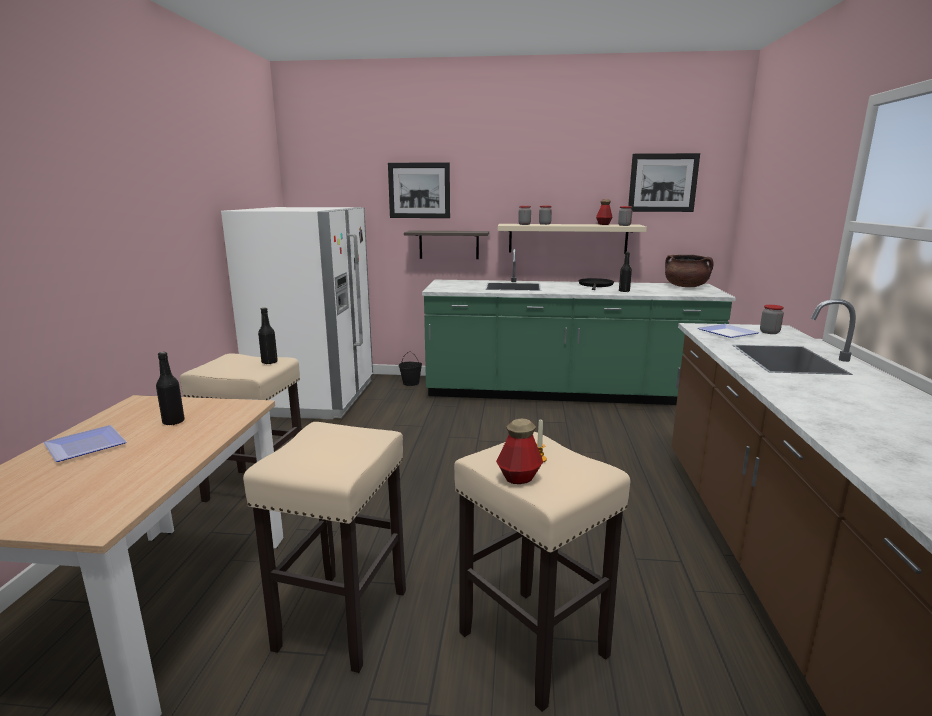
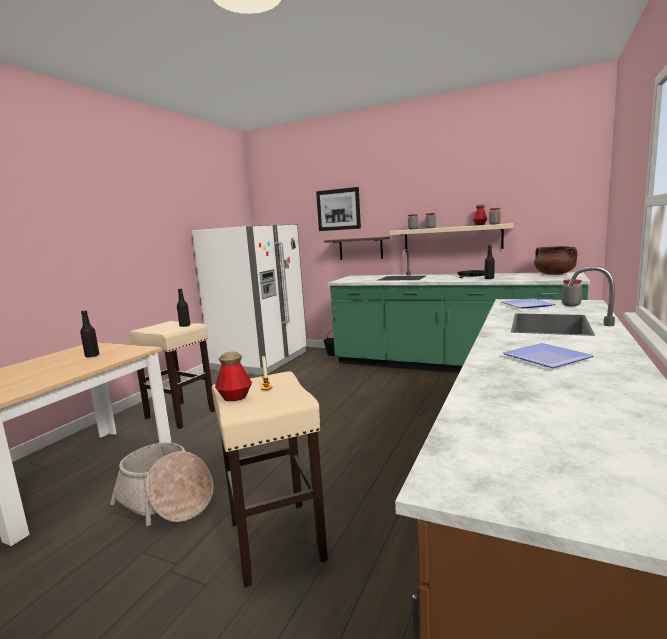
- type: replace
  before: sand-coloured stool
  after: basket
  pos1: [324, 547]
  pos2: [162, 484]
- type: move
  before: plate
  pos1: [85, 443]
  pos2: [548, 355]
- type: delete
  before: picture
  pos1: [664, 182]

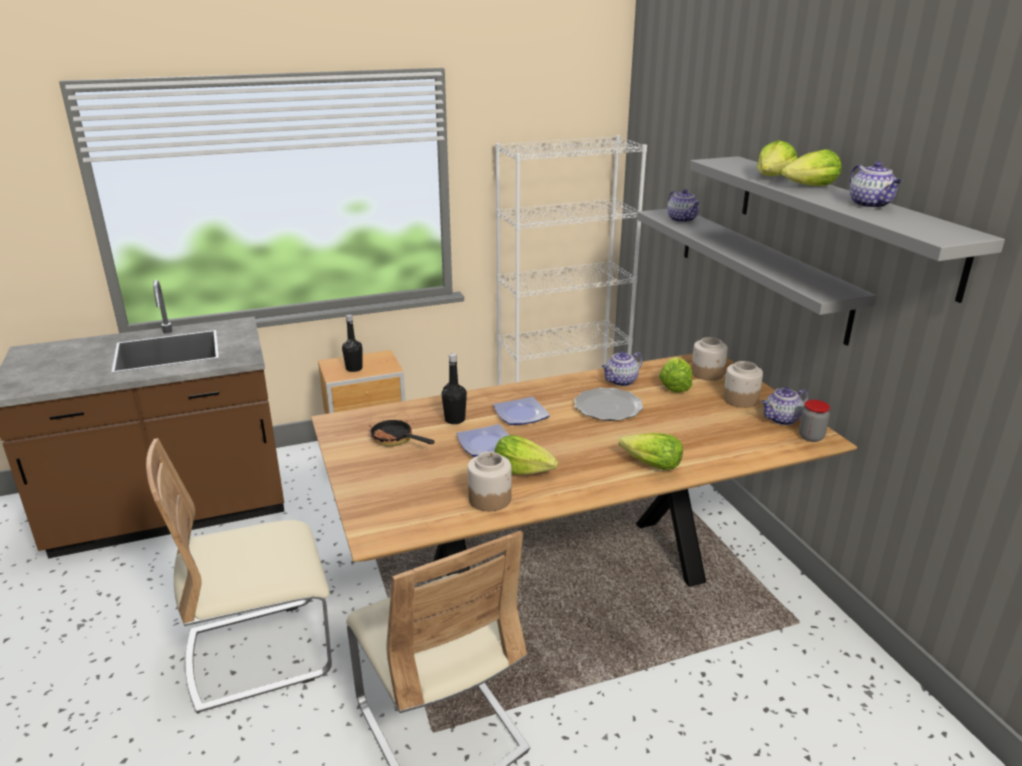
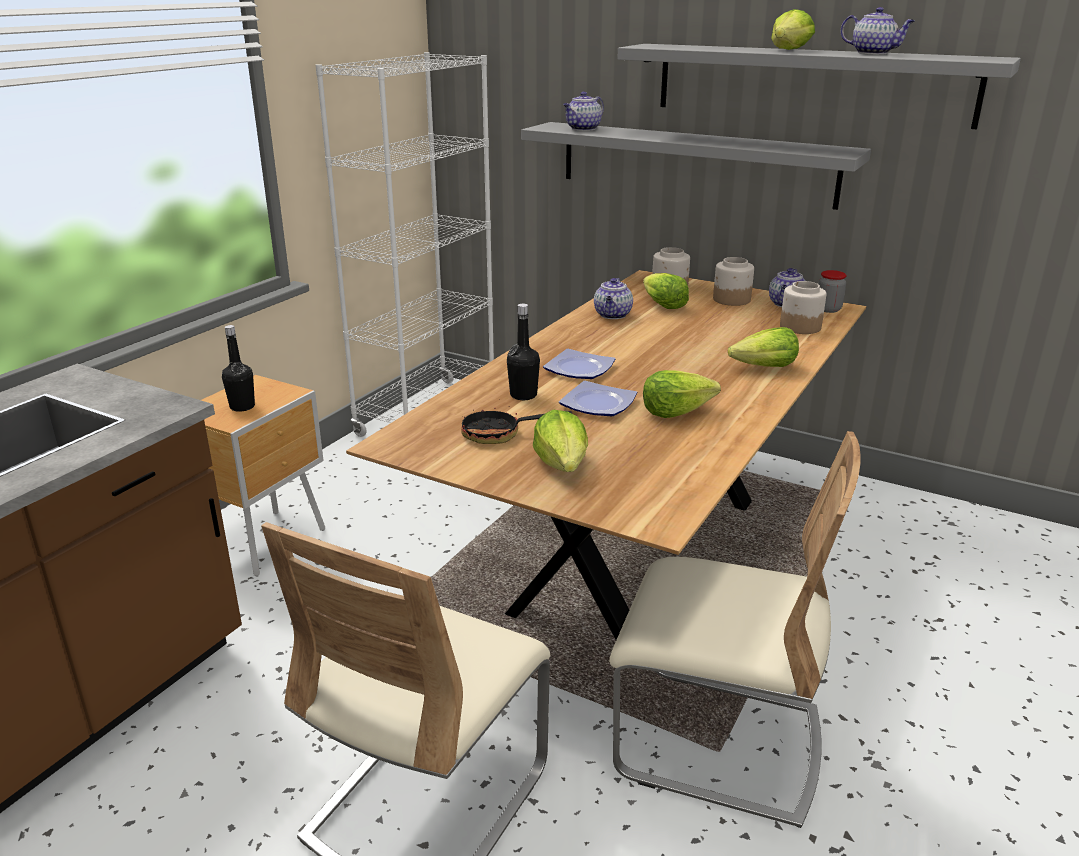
- type: move
  before: lettuce head
  pos1: [777, 158]
  pos2: [560, 441]
- type: rotate
  before: tea pot
  pos1: [683, 206]
  pos2: [583, 111]
  turn: 105
- type: move
  before: jar
  pos1: [489, 481]
  pos2: [803, 307]
- type: delete
  before: plate
  pos1: [608, 404]

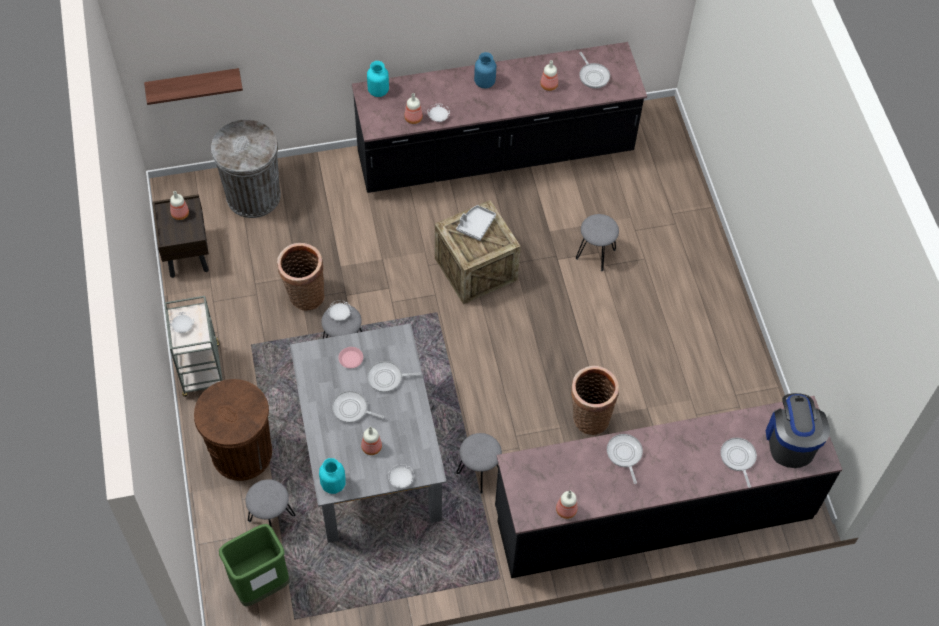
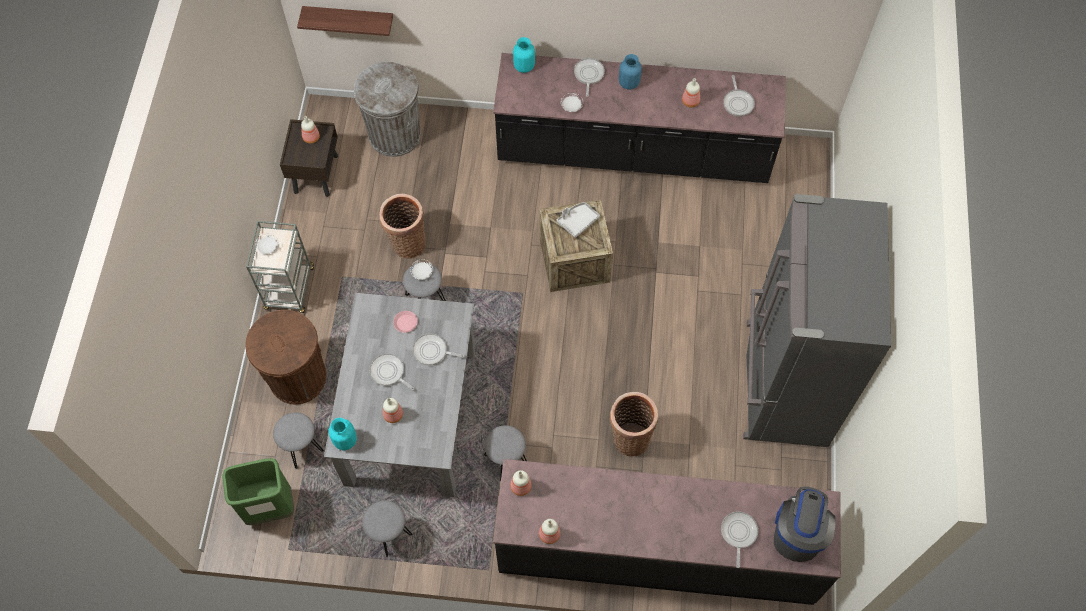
- type: move
  before: grey stool
  pos1: [597, 242]
  pos2: [387, 528]
- type: move
  before: beverage bottle
  pos1: [413, 108]
  pos2: [521, 483]
- type: move
  before: skillet
  pos1: [625, 459]
  pos2: [589, 77]
- type: insert
  after: grey refrigerator
  pos2: [817, 320]
- type: delete
  before: white plate
  pos1: [401, 476]

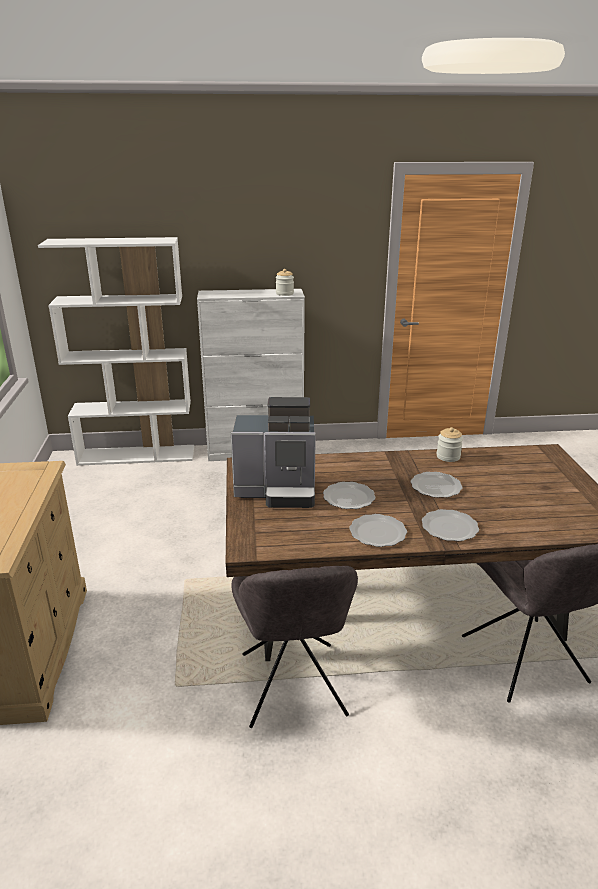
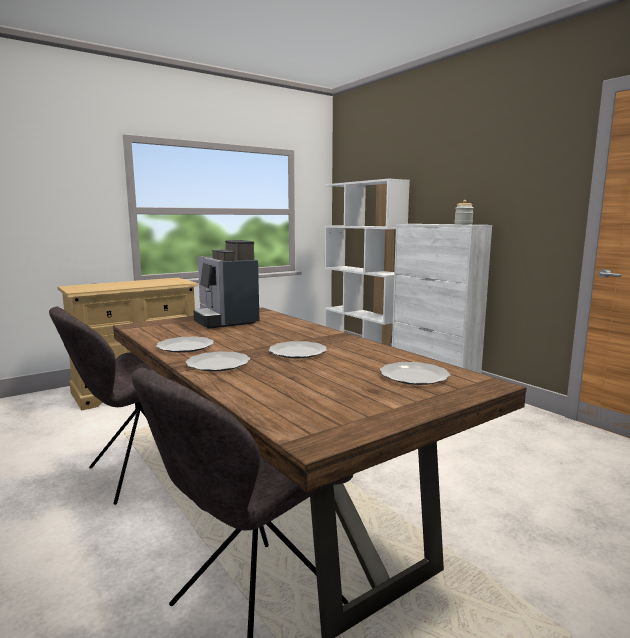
- type: move
  before: plate
  pos1: [349, 495]
  pos2: [415, 373]
- type: delete
  before: jar
  pos1: [450, 444]

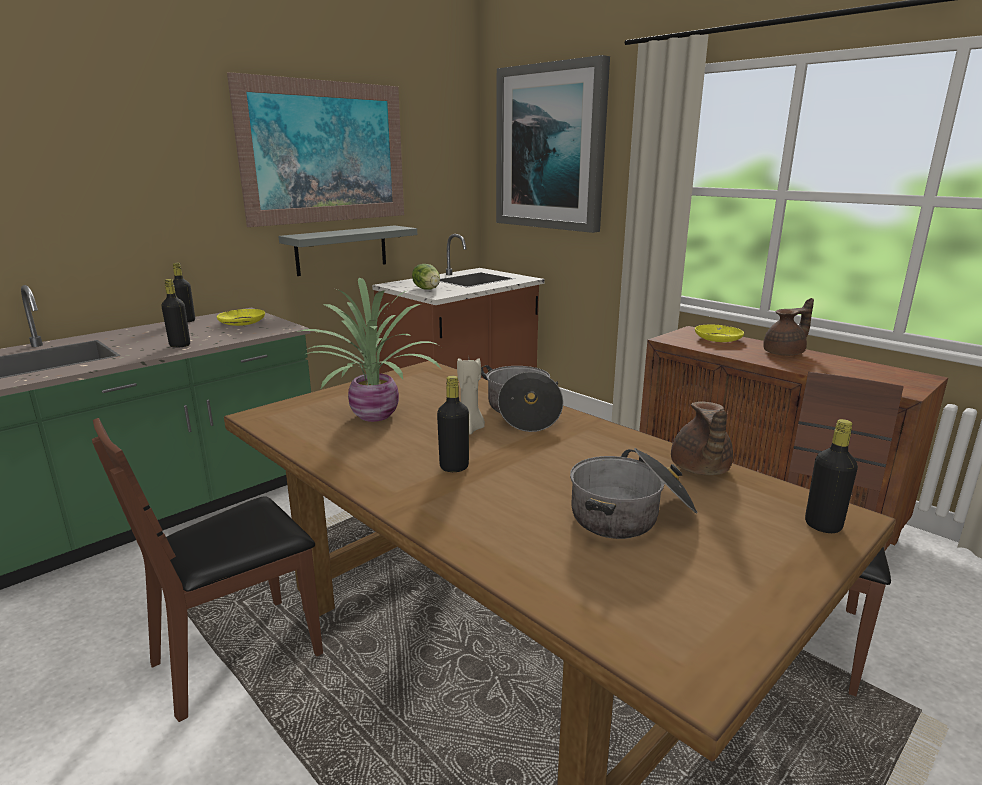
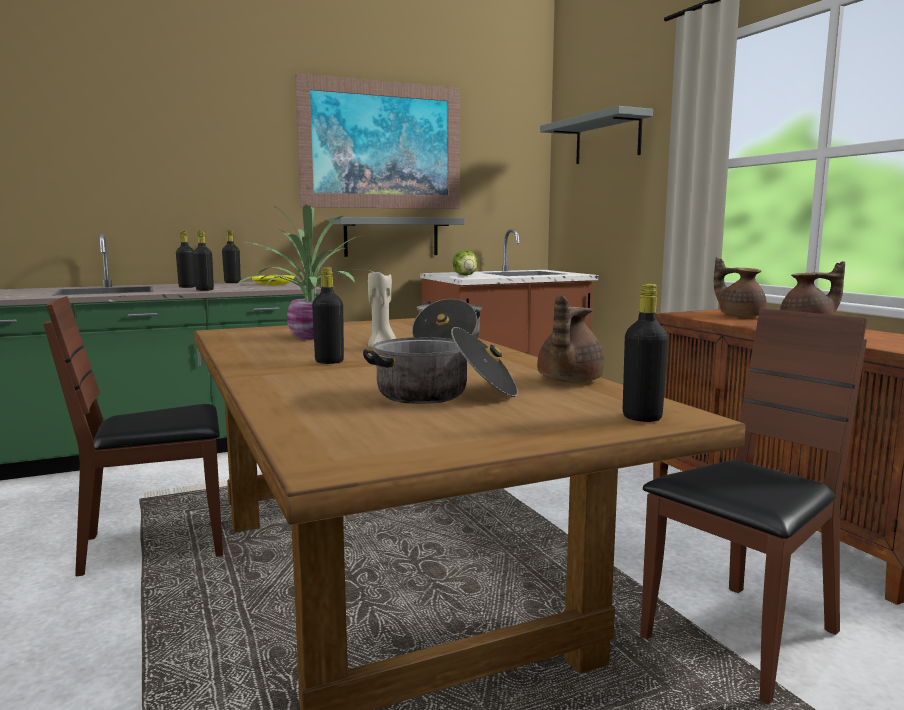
- type: insert
  after: black-coloured beverage bottle
  pos2: [186, 259]
- type: replace
  before: picture
  after: grey bracket shelf
  pos1: [553, 144]
  pos2: [596, 135]
- type: replace
  before: yellowish plate
  after: brown tea pot
  pos1: [719, 333]
  pos2: [740, 287]

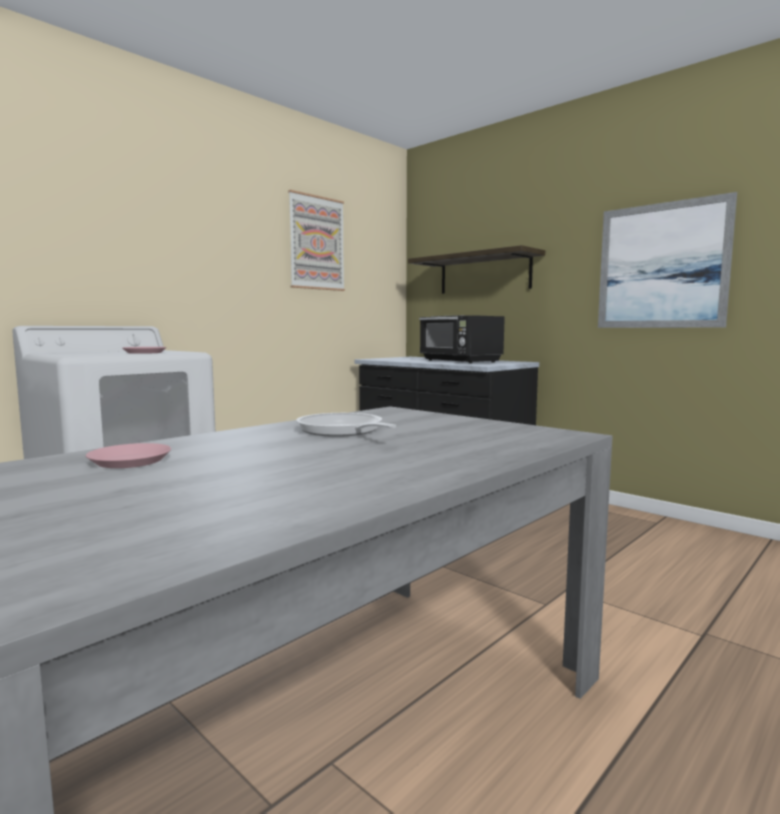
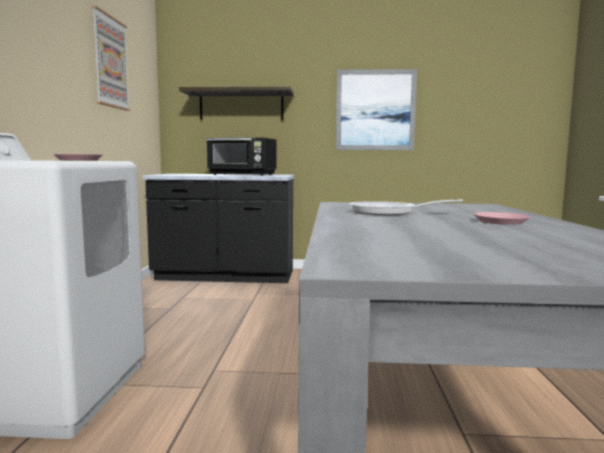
- type: move
  before: pinkish plate
  pos1: [128, 455]
  pos2: [502, 218]

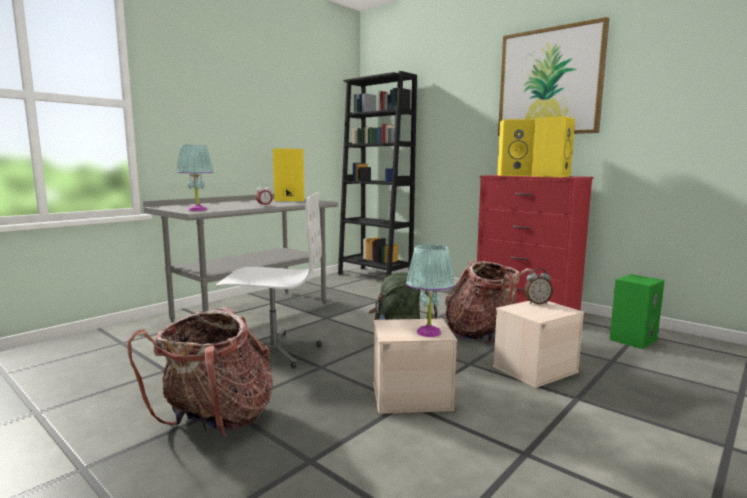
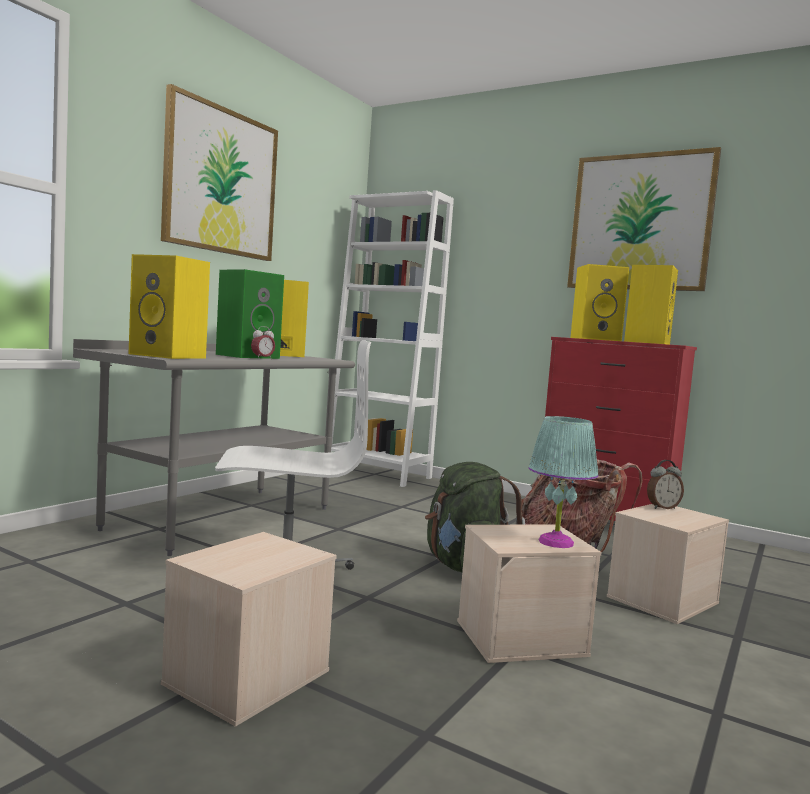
- type: replace
  before: blue-green tabletop lamp
  after: yellowish speaker
  pos1: [195, 178]
  pos2: [169, 306]
- type: insert
  after: picture
  pos2: [219, 172]
- type: replace
  before: knapsack
  after: sand-coloured storage container
  pos1: [200, 372]
  pos2: [249, 629]
- type: move
  before: green-coloured speaker
  pos1: [637, 311]
  pos2: [250, 314]
- type: recolor
  before: black-coloured bookcase
  after: white bookcase
  pos1: [377, 174]
  pos2: [392, 338]

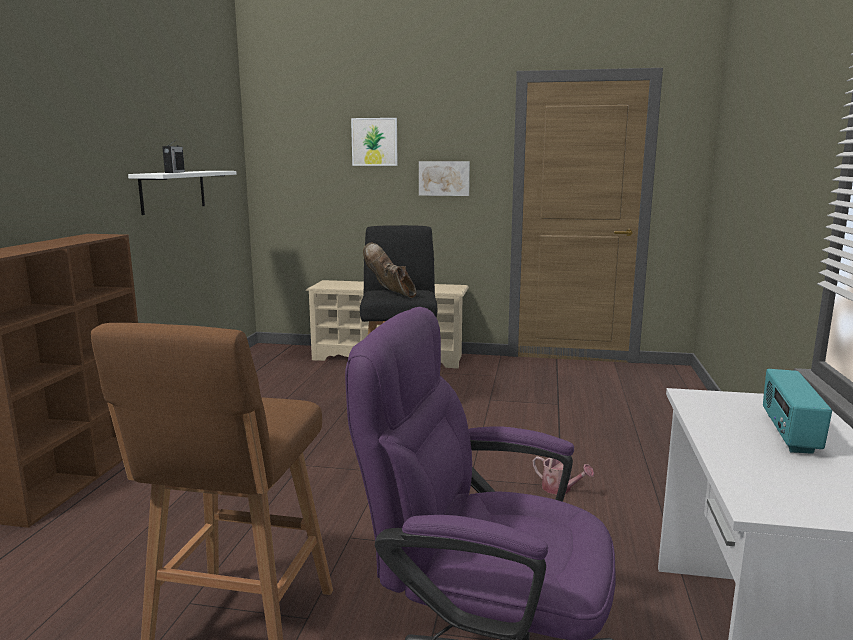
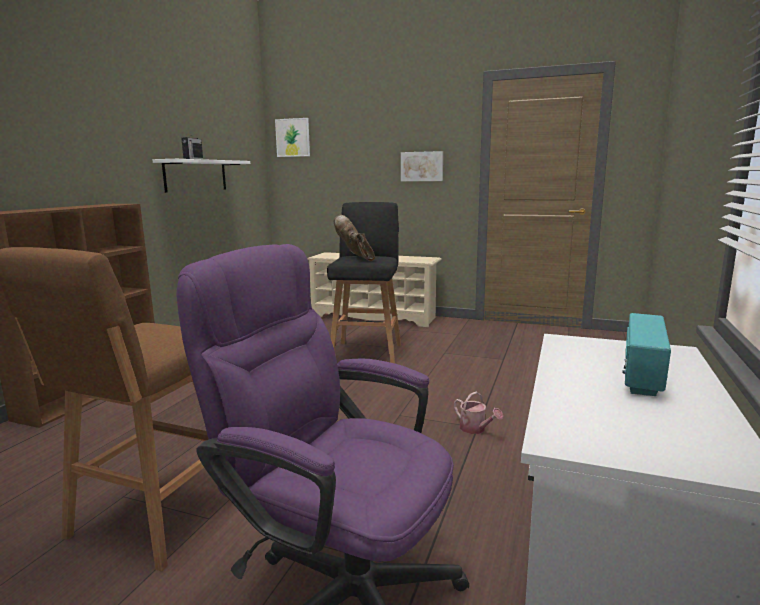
- type: move
  before: picture
  pos1: [374, 142]
  pos2: [292, 137]

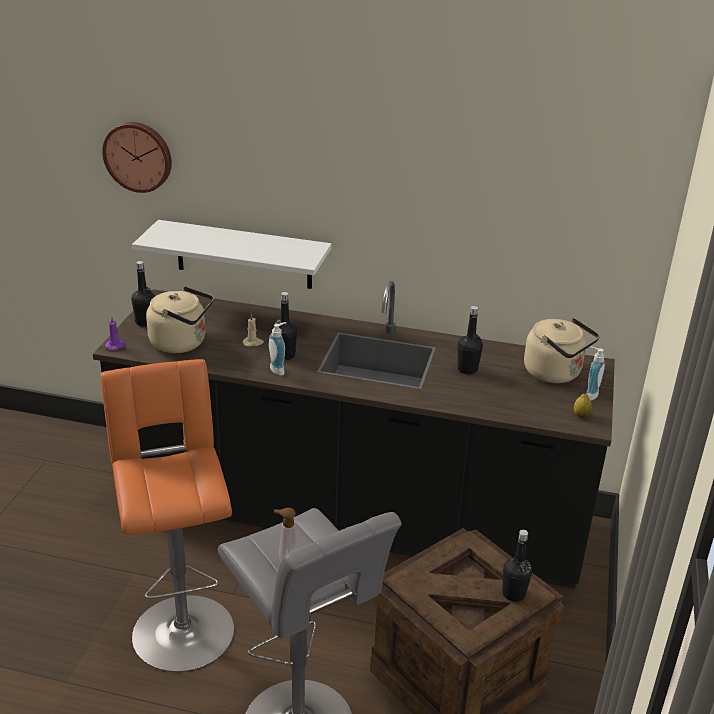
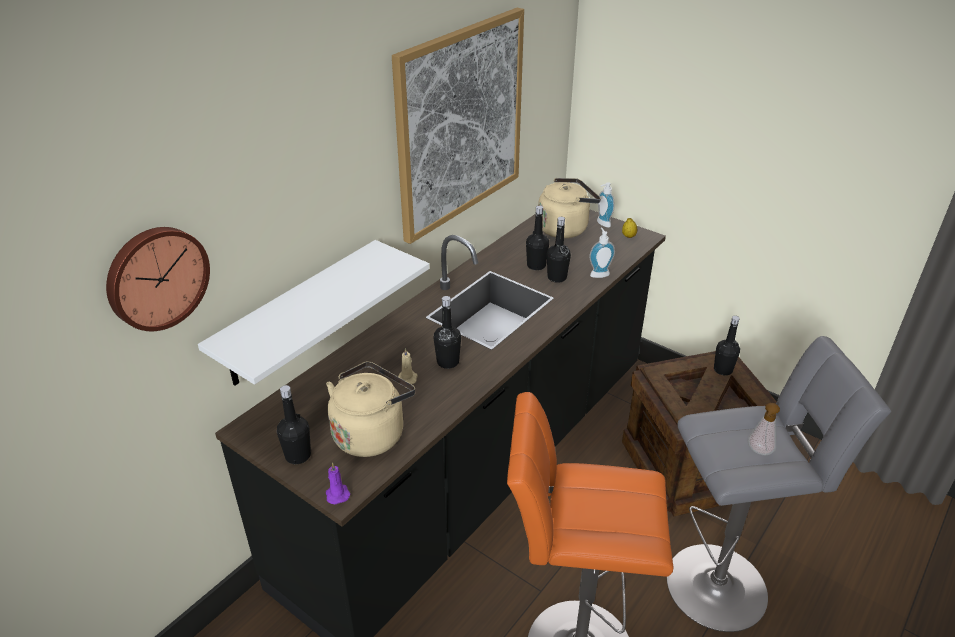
- type: insert
  after: picture
  pos2: [458, 126]
- type: insert
  after: black-coloured beverage bottle
  pos2: [559, 250]
- type: move
  before: soap bottle
  pos1: [278, 348]
  pos2: [602, 252]

